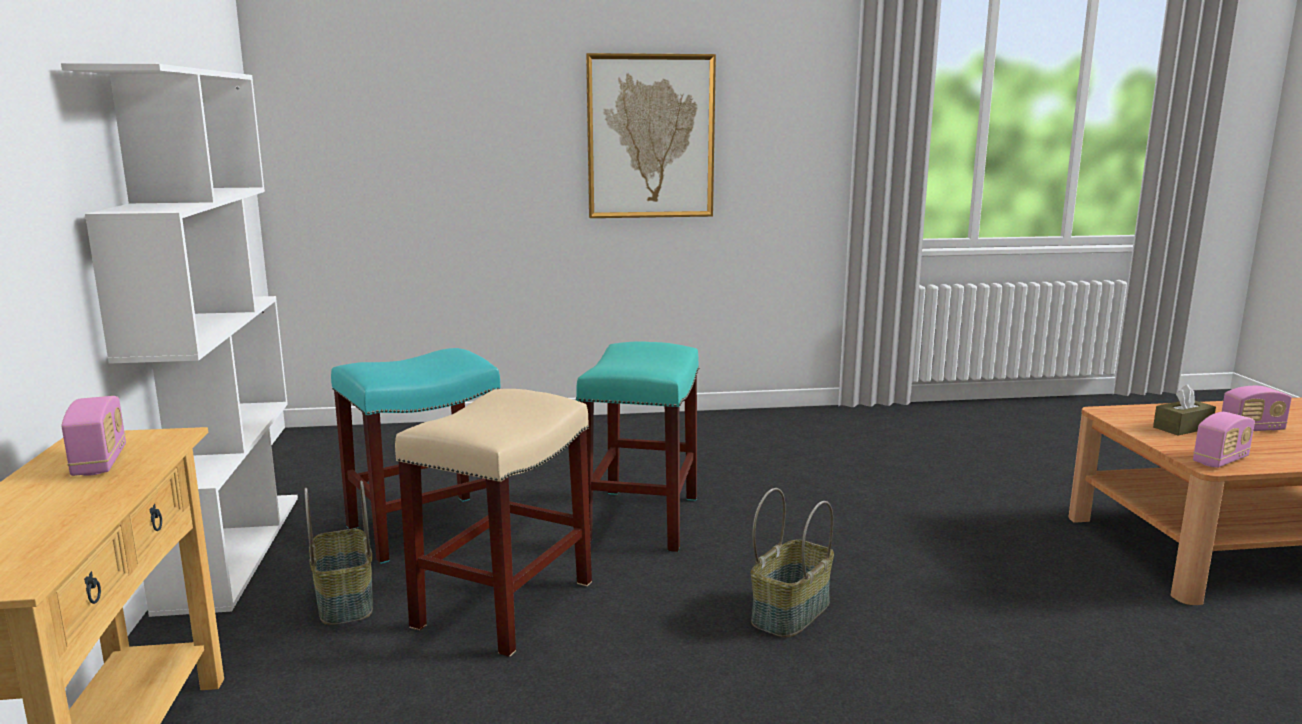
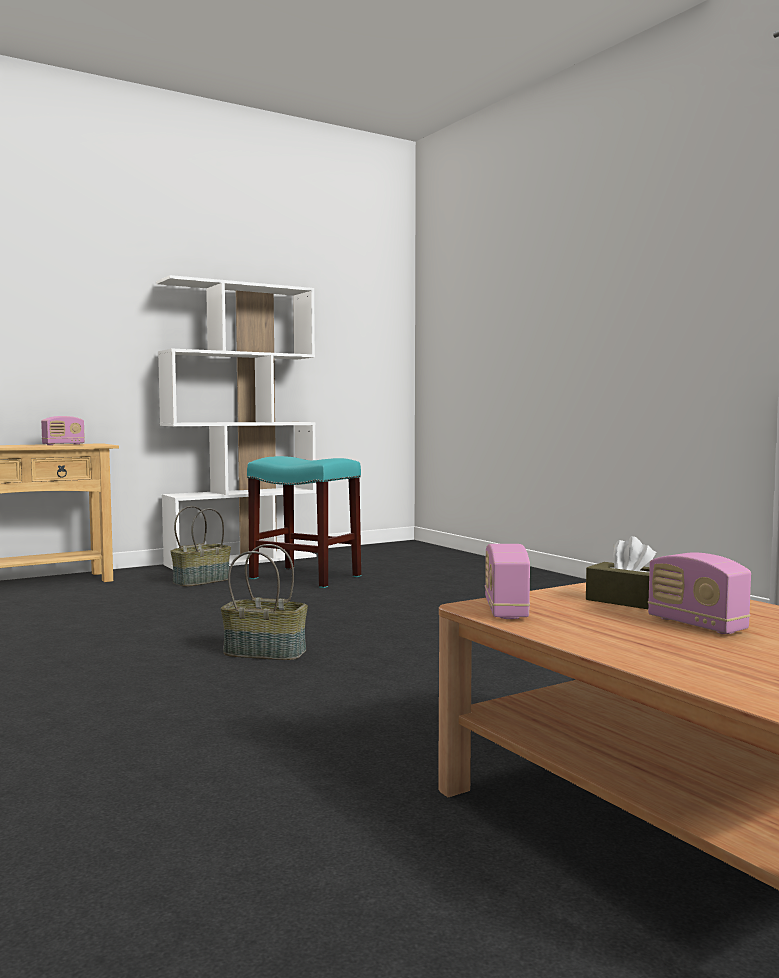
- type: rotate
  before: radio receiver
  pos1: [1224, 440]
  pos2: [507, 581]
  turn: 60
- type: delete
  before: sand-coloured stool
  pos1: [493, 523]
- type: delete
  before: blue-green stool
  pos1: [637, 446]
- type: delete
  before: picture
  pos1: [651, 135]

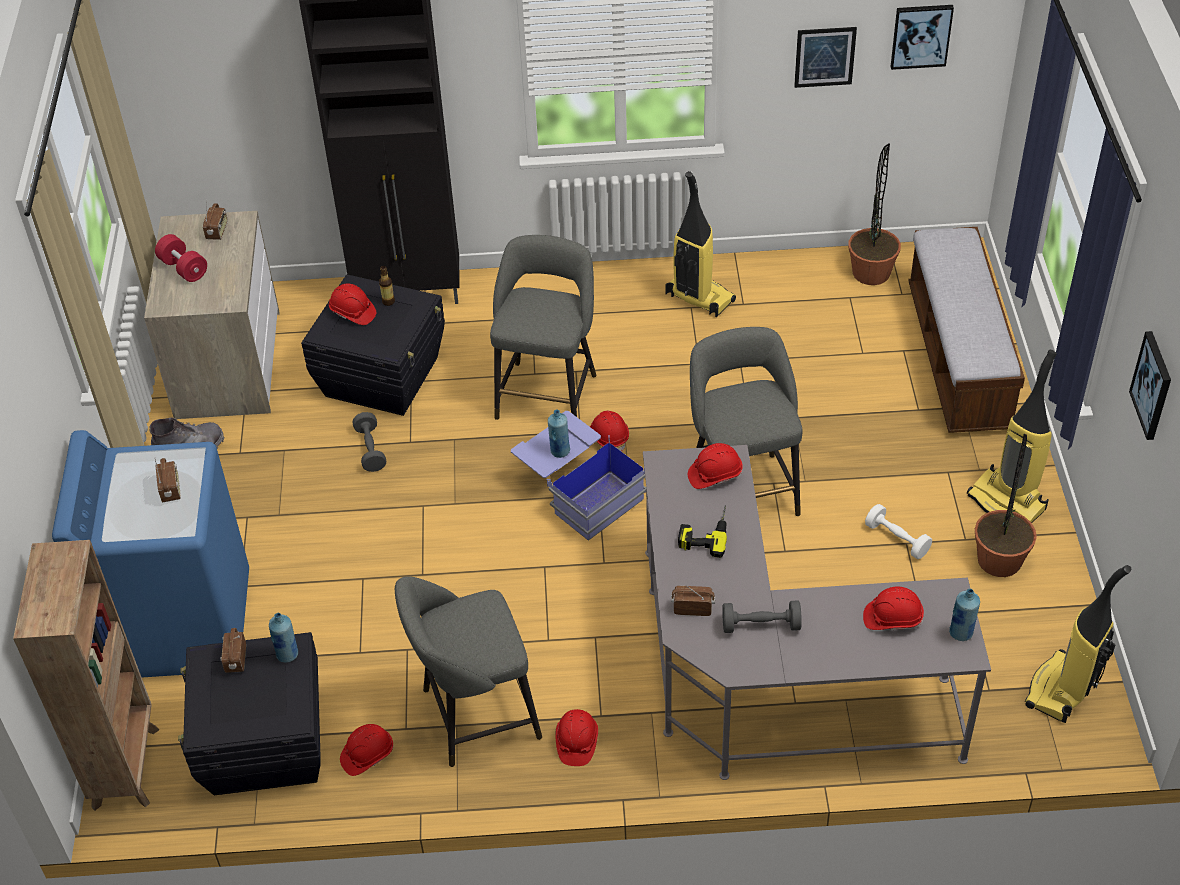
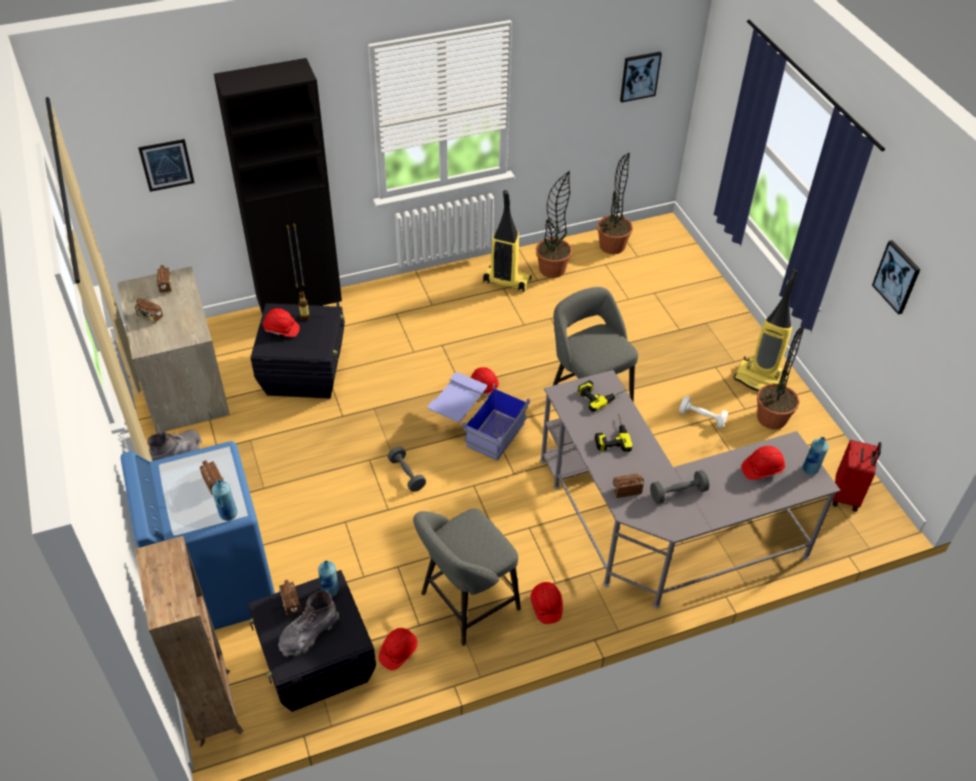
- type: replace
  before: reddish dumbbell
  after: radio receiver
  pos1: [181, 258]
  pos2: [148, 309]
- type: move
  before: picture
  pos1: [825, 57]
  pos2: [166, 165]
- type: move
  before: bluish beverage bottle
  pos1: [559, 434]
  pos2: [225, 500]
- type: insert
  after: grey high-top boot
  pos2: [308, 623]
- type: move
  before: grey dumbbell
  pos1: [369, 442]
  pos2: [407, 469]
- type: insert
  after: potted plant
  pos2: [554, 224]
- type: replace
  before: reddish safety helmet
  after: electric drill
  pos1: [715, 466]
  pos2: [602, 396]
- type: replace
  before: hoover
  after: reddish travel case
  pos1: [1078, 644]
  pos2: [857, 476]
- type: delete
  before: grey stool
  pos1: [543, 327]
- type: delete
  before: indoor bench
  pos1: [966, 330]

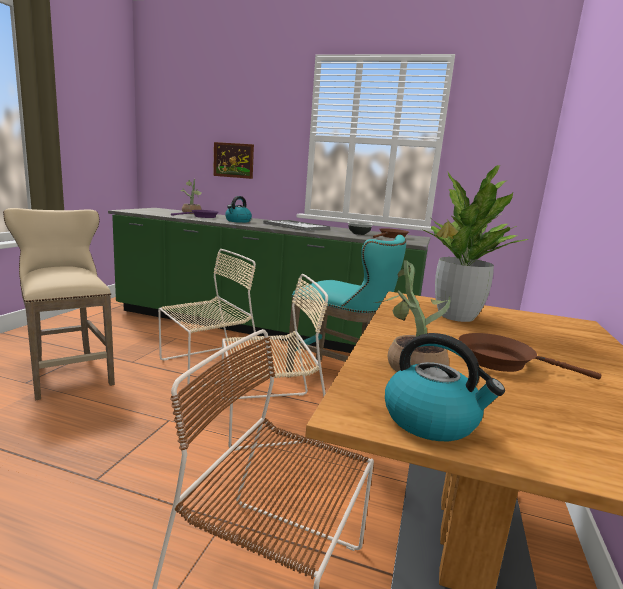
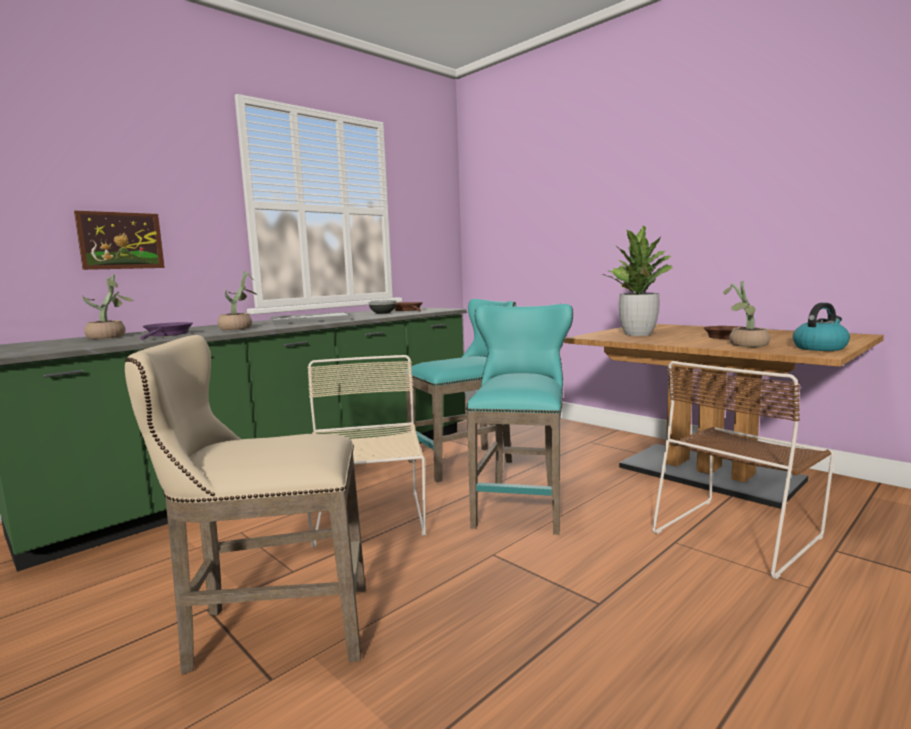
- type: replace
  before: tea kettle
  after: potted plant
  pos1: [238, 209]
  pos2: [238, 300]
- type: replace
  before: sand-coloured upright chair
  after: blue-green stool
  pos1: [274, 362]
  pos2: [519, 419]

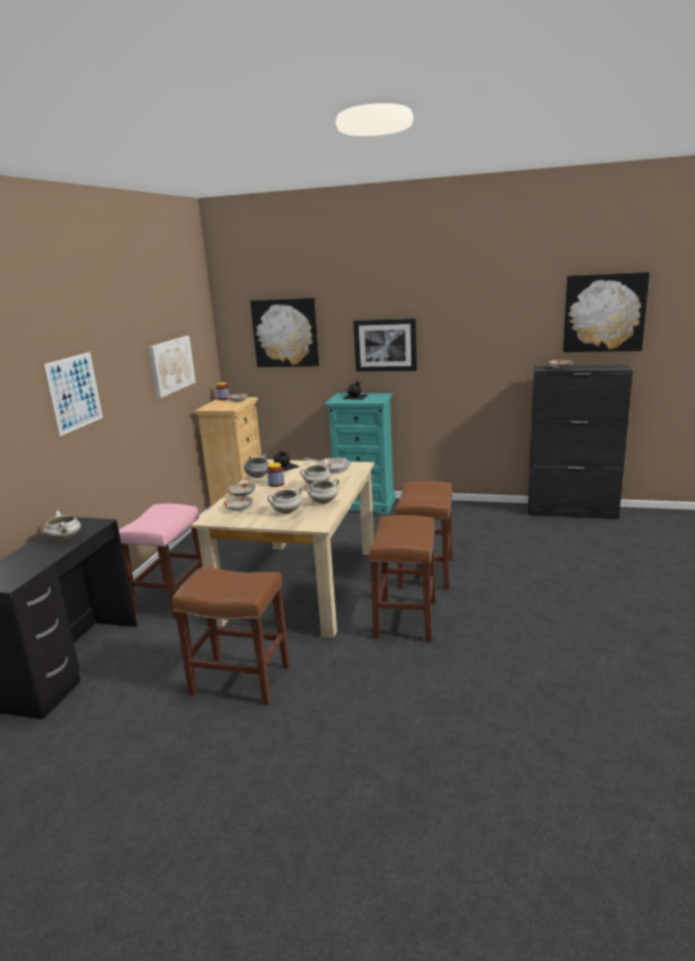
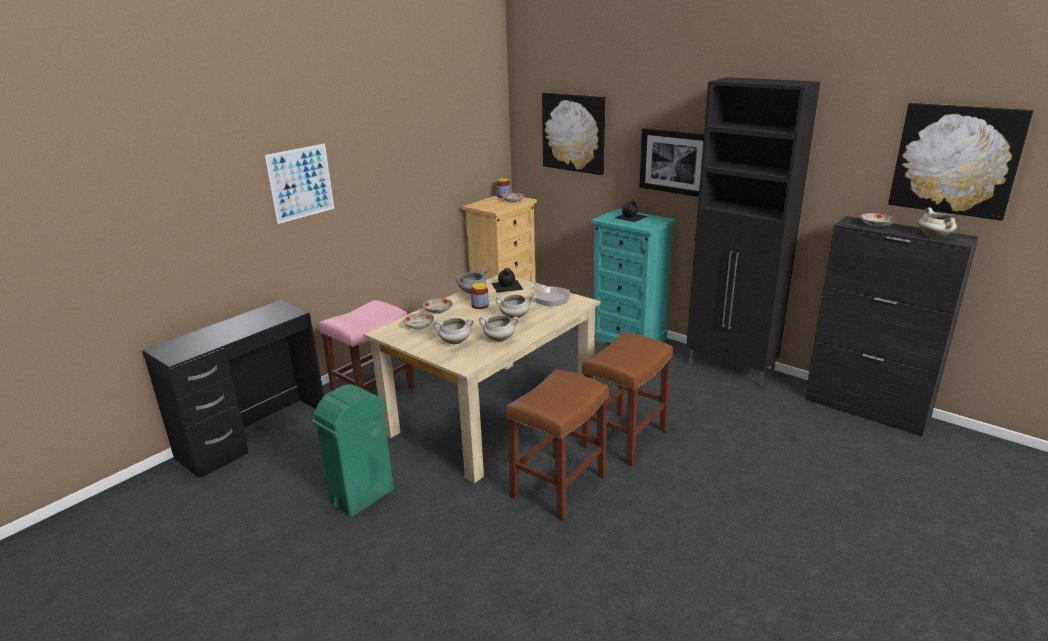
- type: replace
  before: brown stool
  after: green-coloured rubbish bin
  pos1: [231, 636]
  pos2: [353, 450]
- type: insert
  after: black-coloured storage cabinet
  pos2: [753, 232]
- type: move
  before: white stockpot
  pos1: [62, 526]
  pos2: [937, 223]
- type: delete
  before: picture
  pos1: [172, 367]

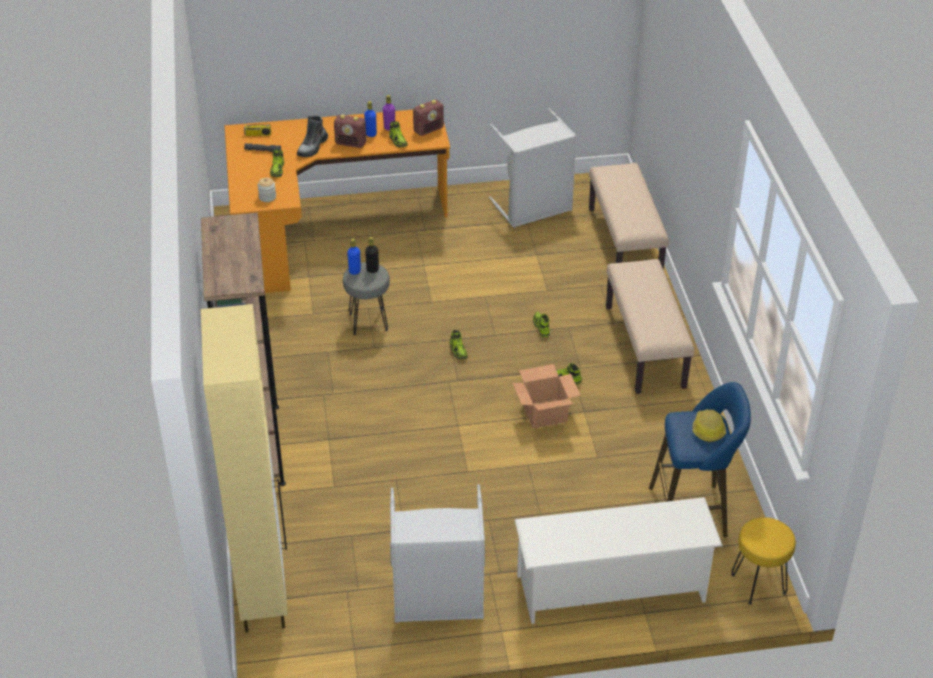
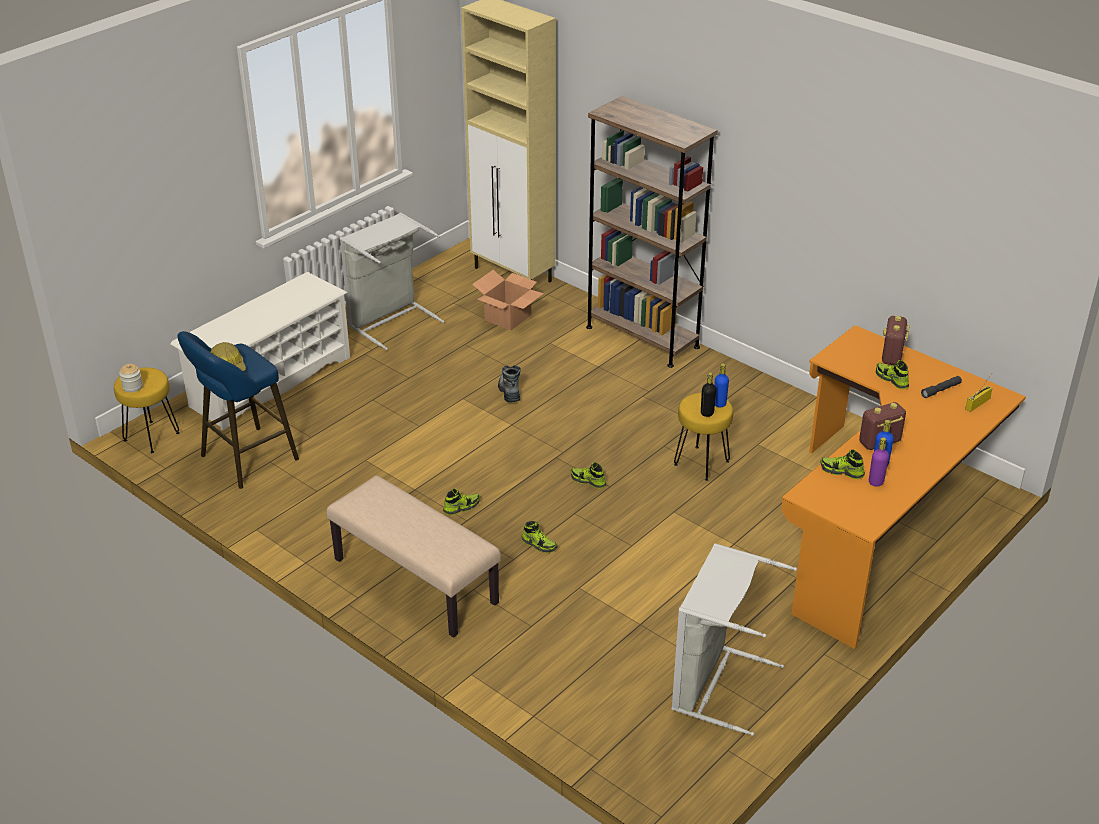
- type: move
  before: jar
  pos1: [267, 189]
  pos2: [131, 378]
- type: move
  before: cardboard box
  pos1: [547, 396]
  pos2: [508, 300]
- type: move
  before: high-top boot
  pos1: [312, 136]
  pos2: [509, 383]
- type: recolor
  before: grey stool
  after: yellowish stool
  pos1: [366, 298]
  pos2: [703, 437]
- type: move
  before: radio receiver
  pos1: [428, 118]
  pos2: [896, 340]
- type: delete
  before: sand-coloured indoor bench
  pos1: [629, 216]

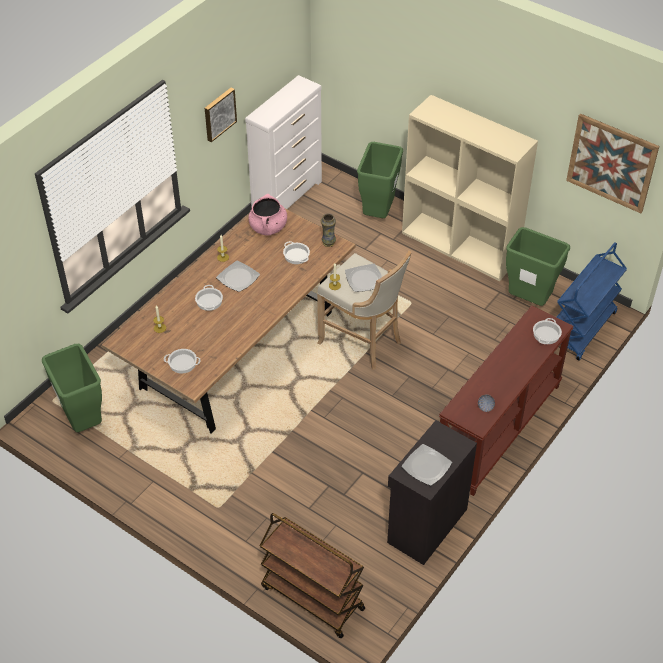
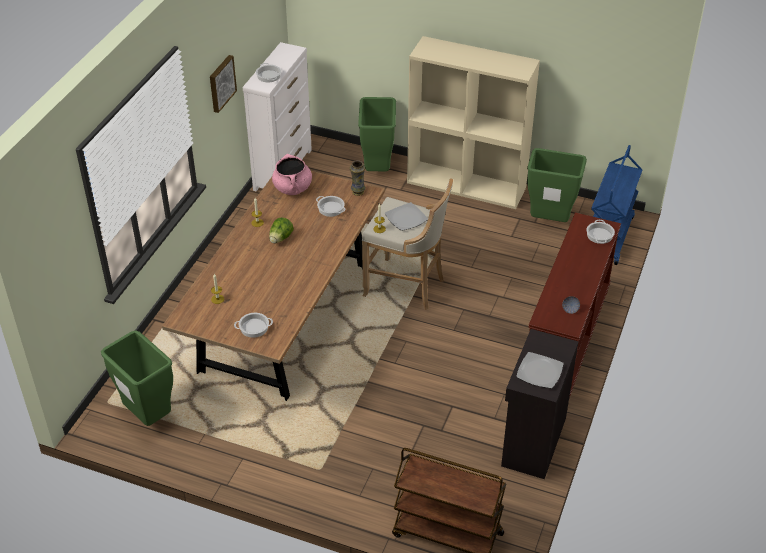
- type: move
  before: stockpot
  pos1: [209, 298]
  pos2: [268, 72]
- type: replace
  before: plate
  after: lettuce head
  pos1: [238, 276]
  pos2: [281, 230]
- type: delete
  before: picture
  pos1: [612, 163]

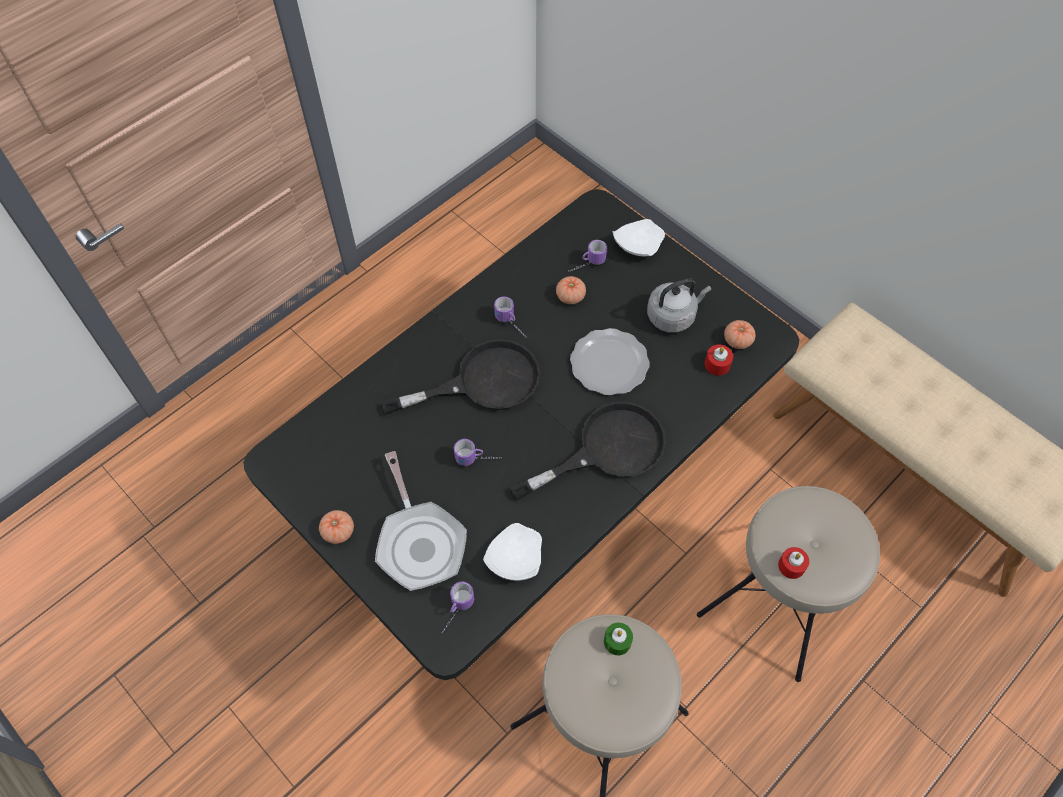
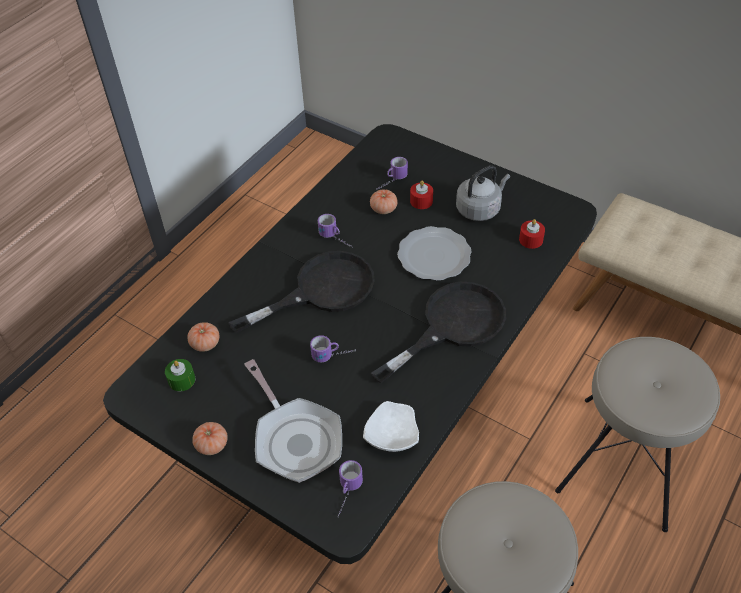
- type: move
  before: green-coloured wax light
  pos1: [618, 639]
  pos2: [180, 375]
- type: move
  before: tomato
  pos1: [740, 334]
  pos2: [203, 337]
- type: move
  before: reddish wax light
  pos1: [793, 563]
  pos2: [421, 195]
- type: delete
  before: white plate
  pos1: [638, 237]

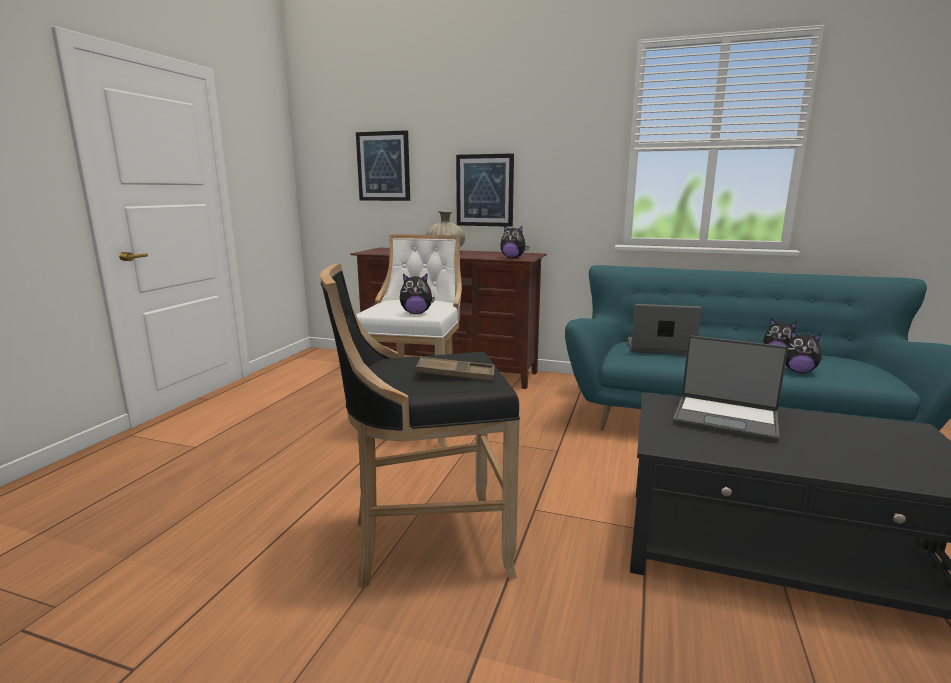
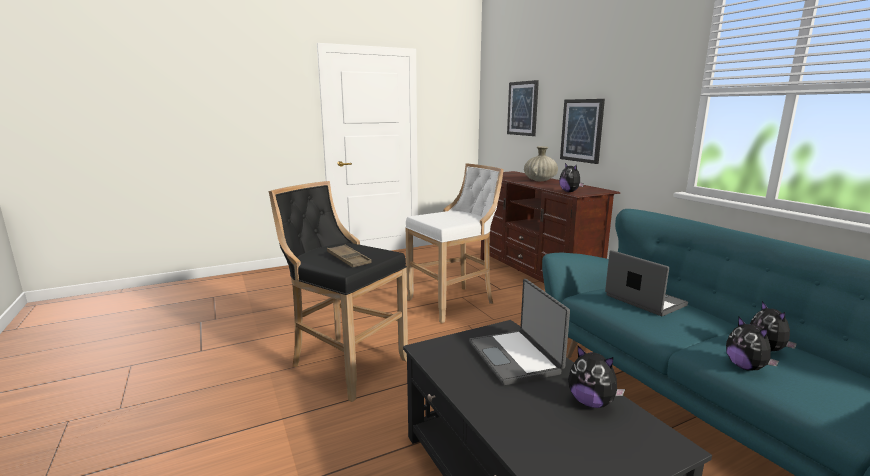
- type: move
  before: cuddly toy
  pos1: [417, 294]
  pos2: [596, 377]

